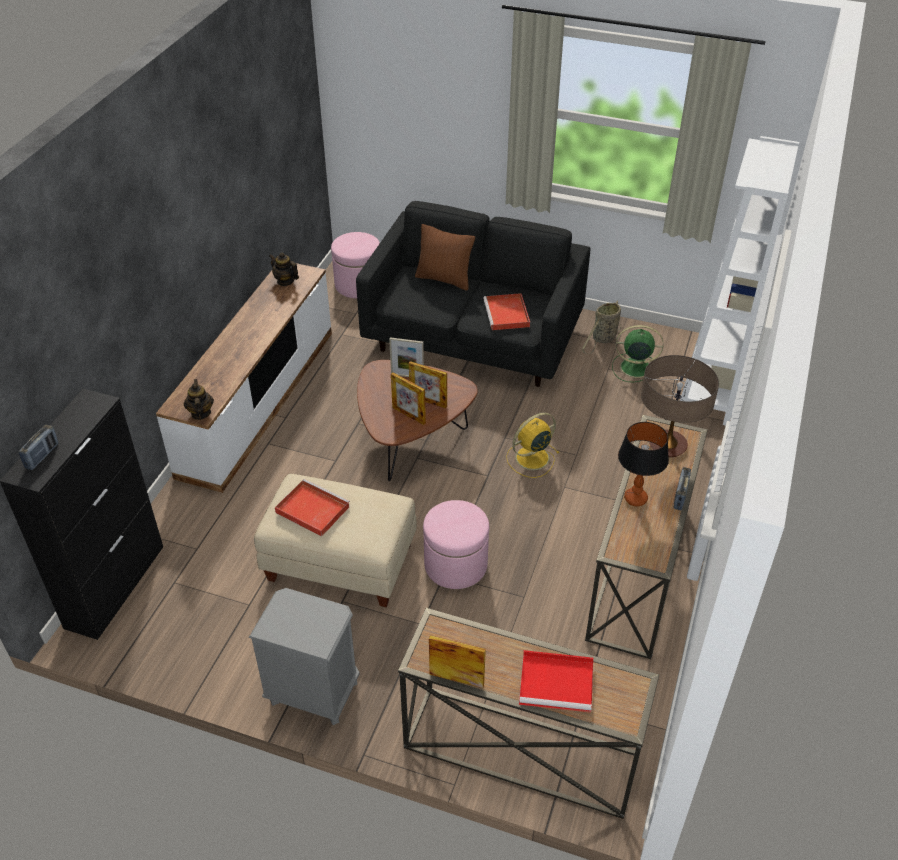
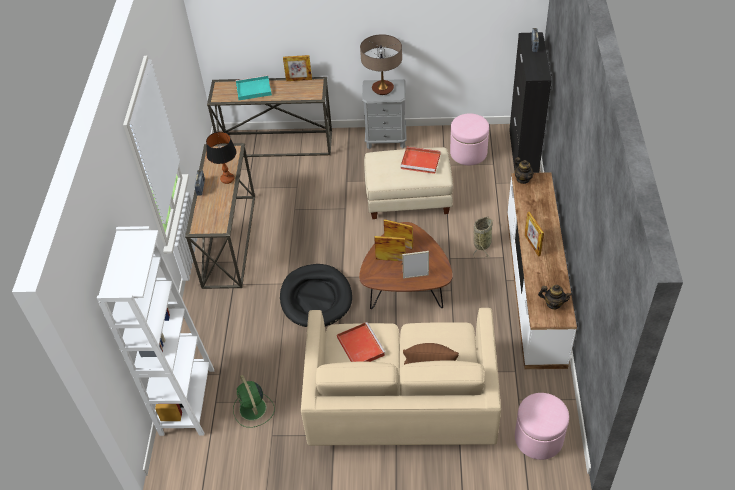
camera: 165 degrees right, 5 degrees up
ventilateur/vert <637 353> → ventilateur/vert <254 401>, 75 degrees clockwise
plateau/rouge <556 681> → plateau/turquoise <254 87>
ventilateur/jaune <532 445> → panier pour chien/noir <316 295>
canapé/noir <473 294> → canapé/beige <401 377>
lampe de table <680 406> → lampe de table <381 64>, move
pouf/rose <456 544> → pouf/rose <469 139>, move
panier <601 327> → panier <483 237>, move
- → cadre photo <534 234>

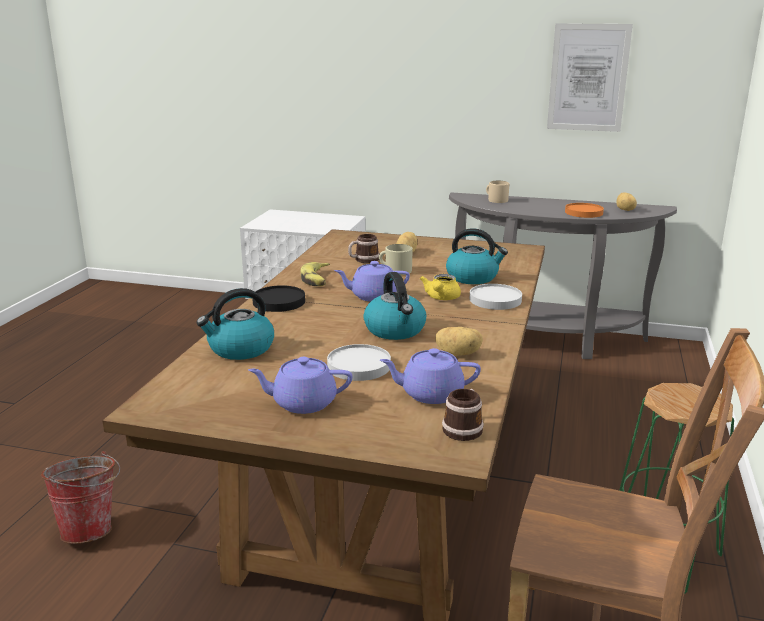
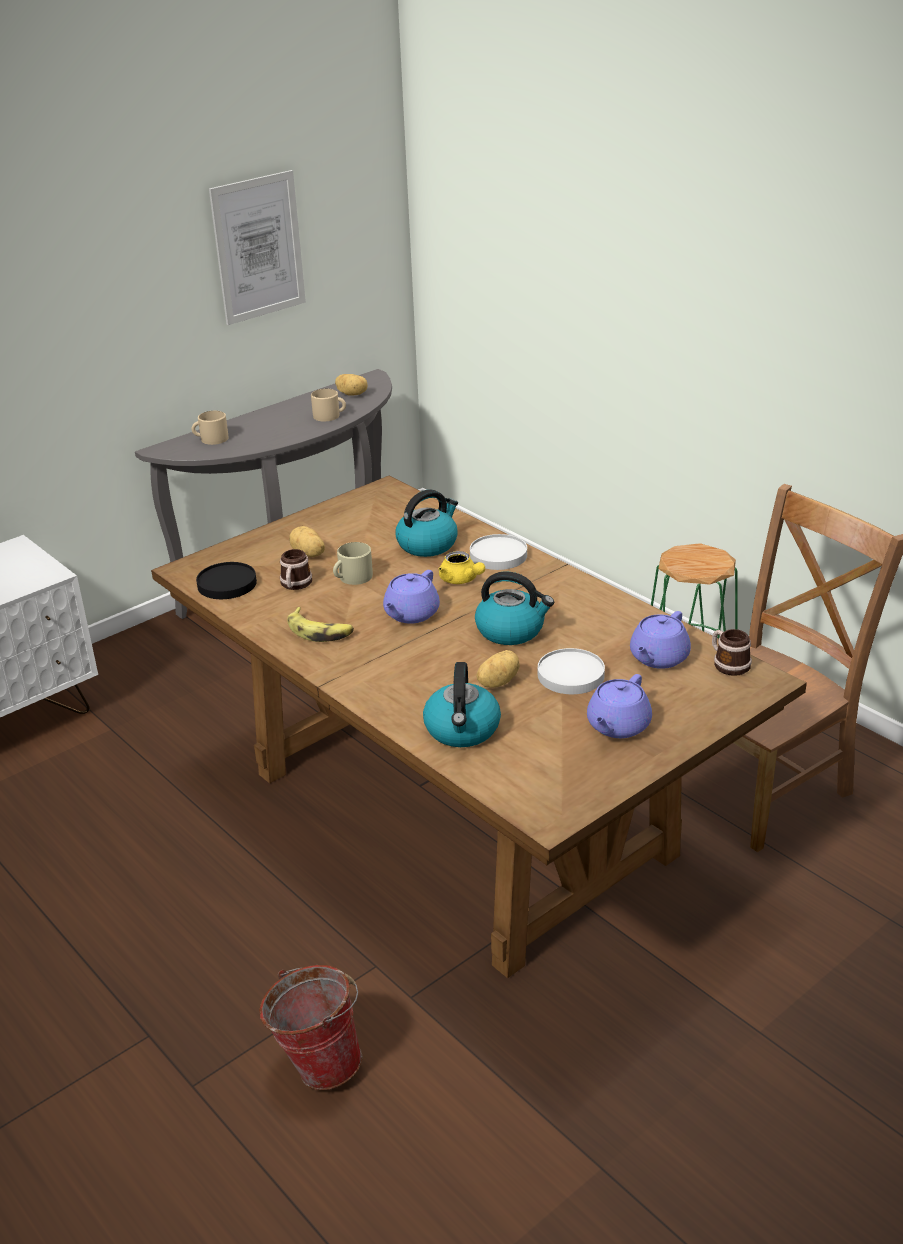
camera: 55 degrees left, 10 degrees up
assiette/noir <279 298> → assiette/noir <226 580>, move
assiette/orange <584 210> → mug/beige <328 405>
pomme de terre <459 341> → pomme de terre <498 669>, move

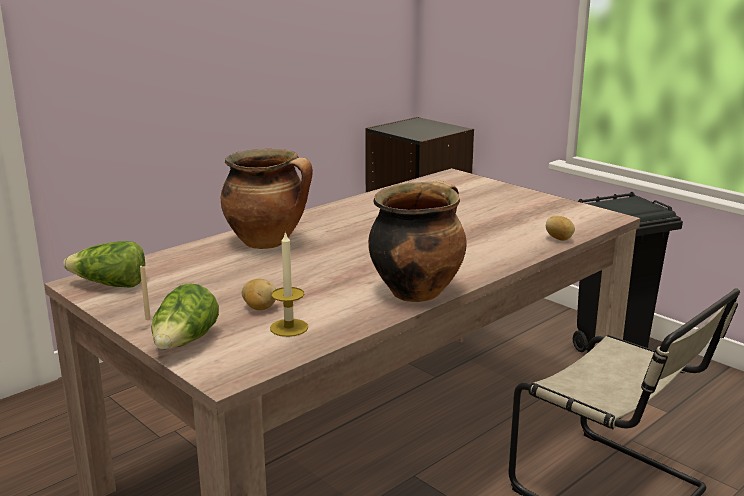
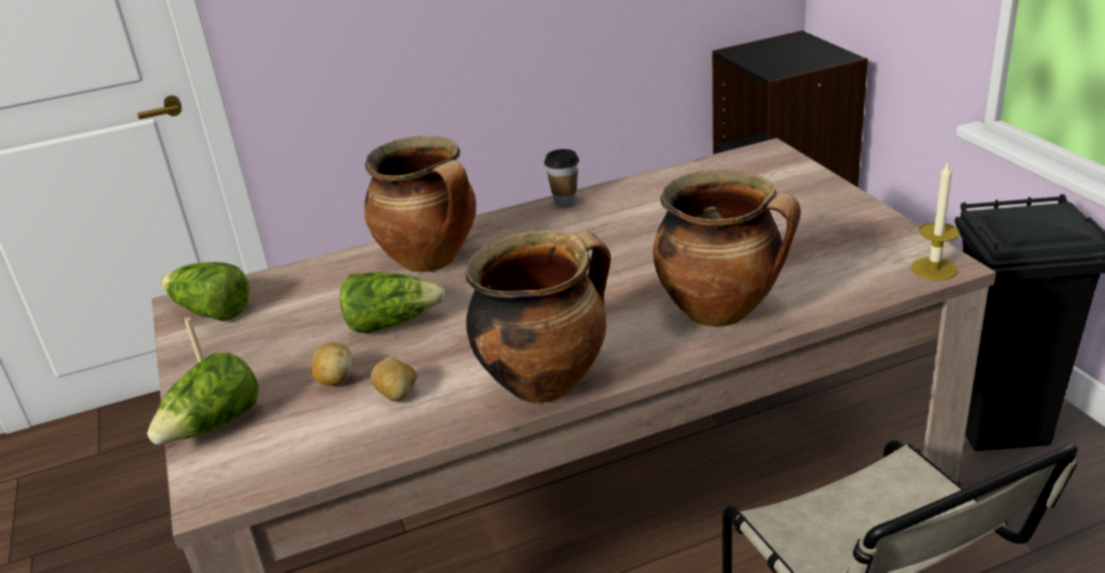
camera: 25 degrees right, 10 degrees up
- → laitue <392 302>
pomme de terre <560 228> → pomme de terre <394 379>, move
- → tasse <561 178>
- → marmite <727 248>
bougie <289 284> → bougie <935 221>, move

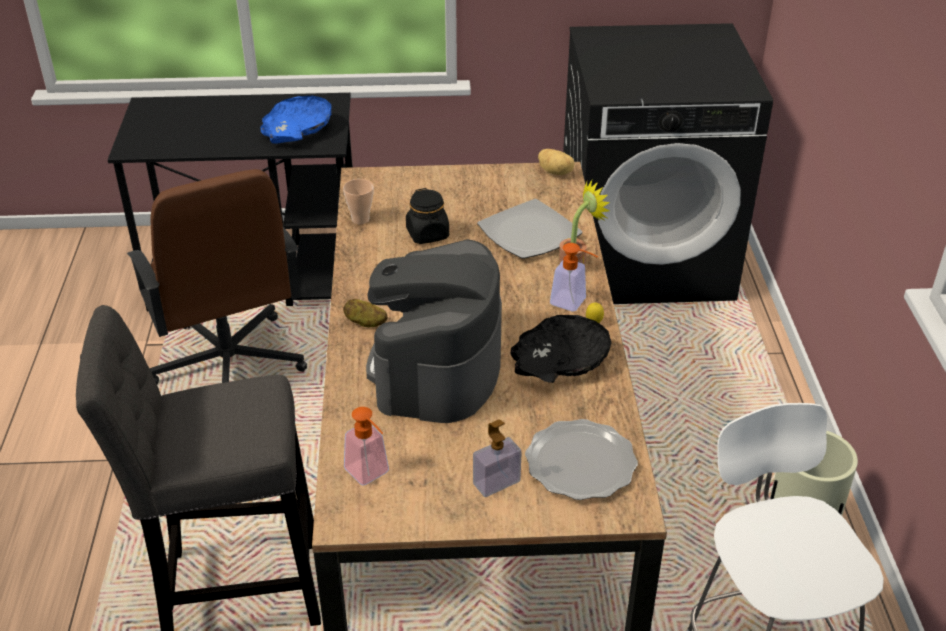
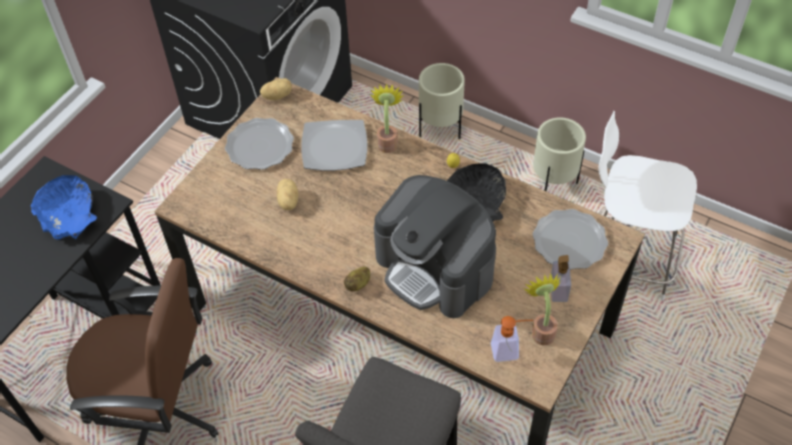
camera: 55 degrees left, 15 degrees up
- → assiette <259 144>
bocal/noir <427 216> → pomme de terre <288 194>
- → cache-pot/beige <442 101>
- → plante en pot <542 309>
tasse <358 201> → -
distributeur de savon <574 277> → -

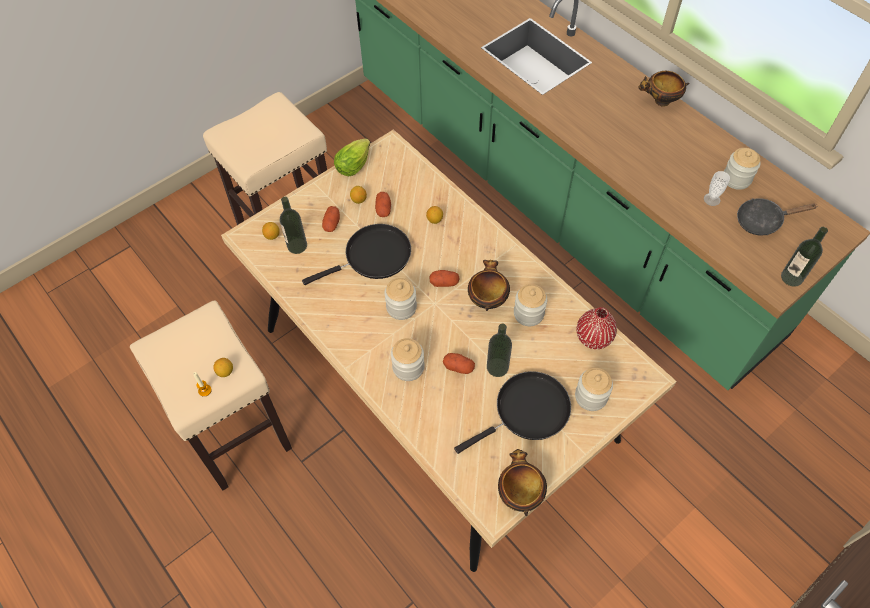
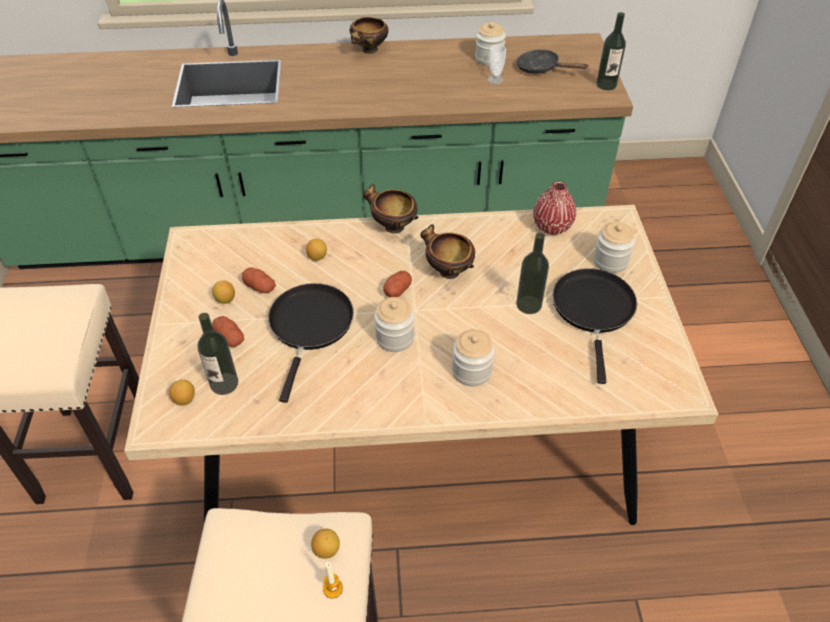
camera: 55 degrees left, 10 degrees down
bol <522 482> → bol <391 209>, move
poêle/noir <776 217> → poêle/noir <552 62>, 90 degrees clockwise
laitue <352 157> → -
pomme de terre <459 363> → -
bocal <530 305> → -

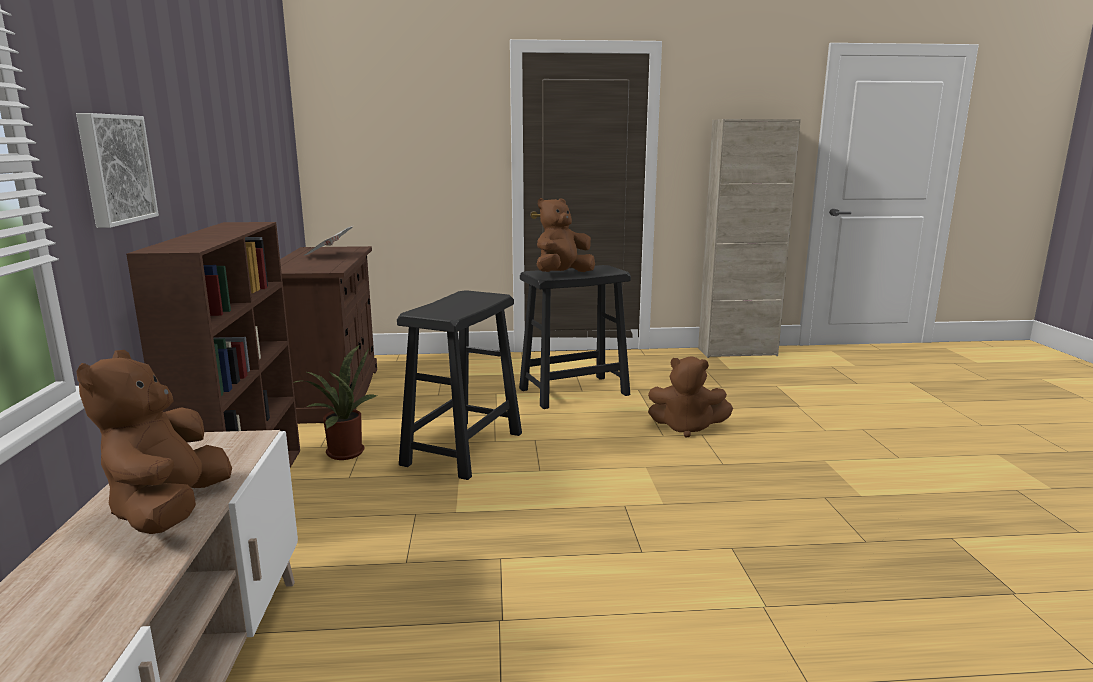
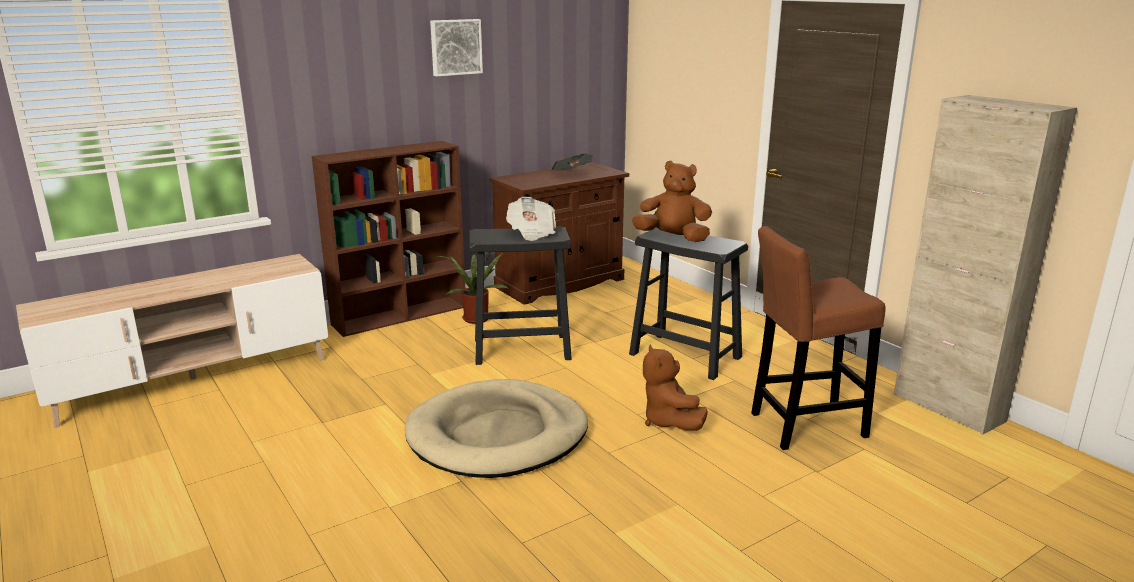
camera: 60 degrees right, 5 degrees up
- → panier pour chien/beige <496 428>
tableau <117 170> → tableau <456 48>, move
- → journal <531 219>
- → tabouret/marron <818 338>
peluche/marron <154 442> → -

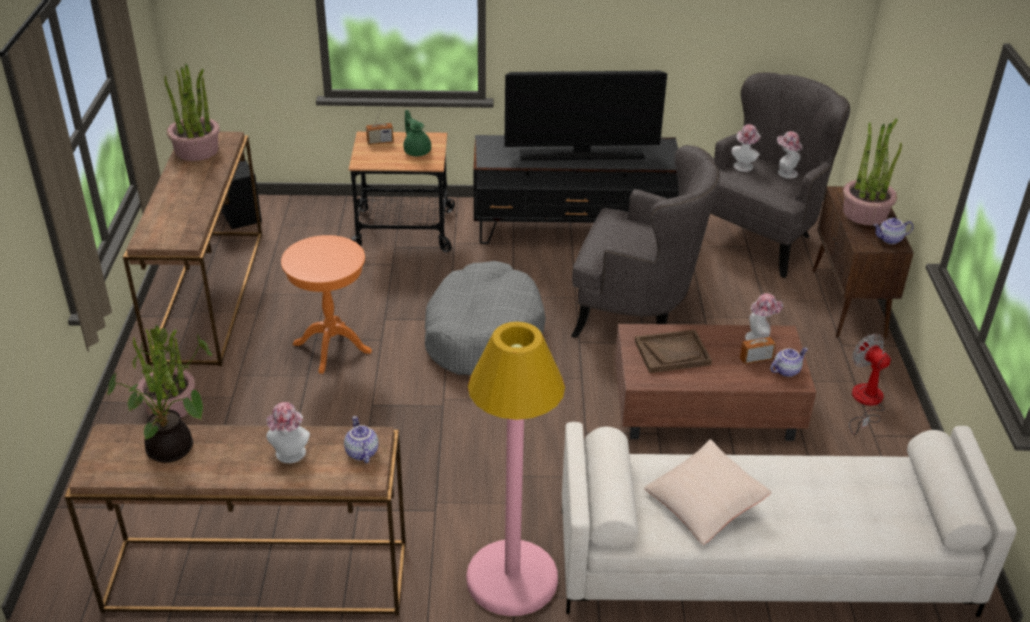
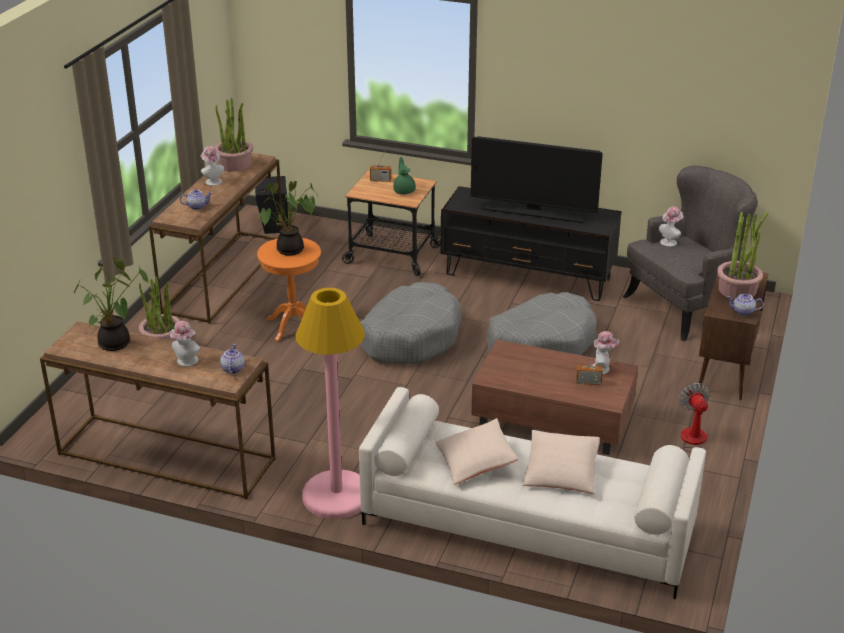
camera: 20 degrees right, 5 degrees down
théière <789 362> → théière <196 199>, move
chapeau <789 154> → chapeau <212 166>, move
- → plante en pot <288 218>
fauteuil/gris <645 241> → panier pour chien/gris <542 323>
- → coussin/beige <561 462>
plateau/marron <673 351> → -

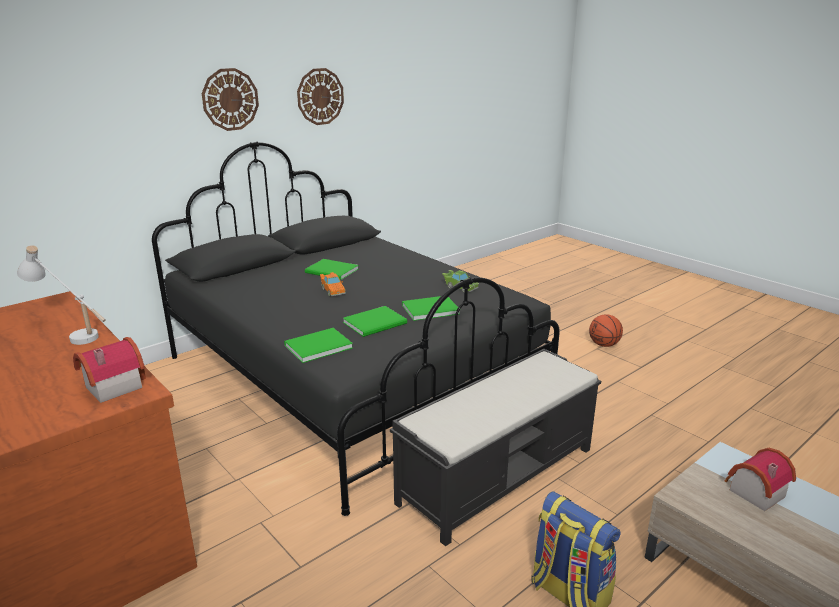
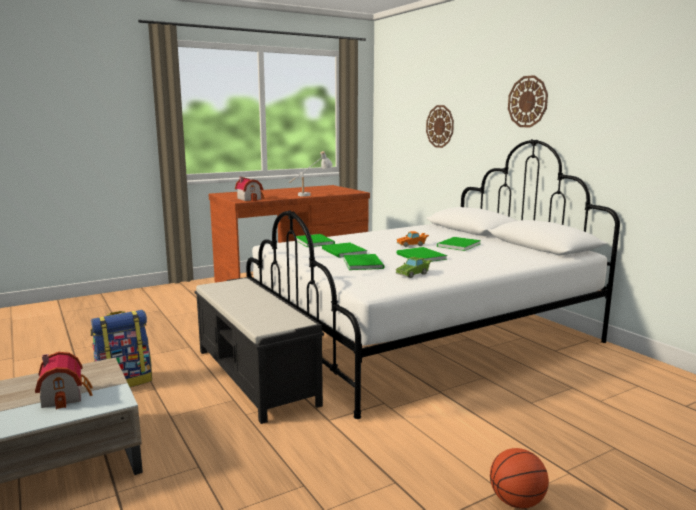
camera: 100 degrees right, 10 degrees down
lit/noir <356 329> → lit/blanc <433 279>
- → livre/vert <421 254>
horloge murale <320 96> → horloge murale <440 126>, move

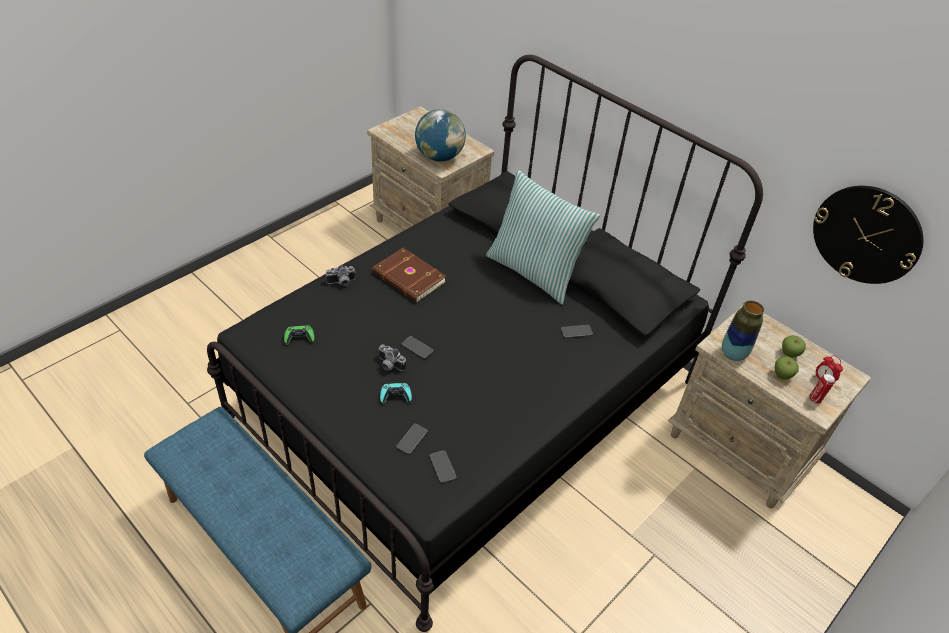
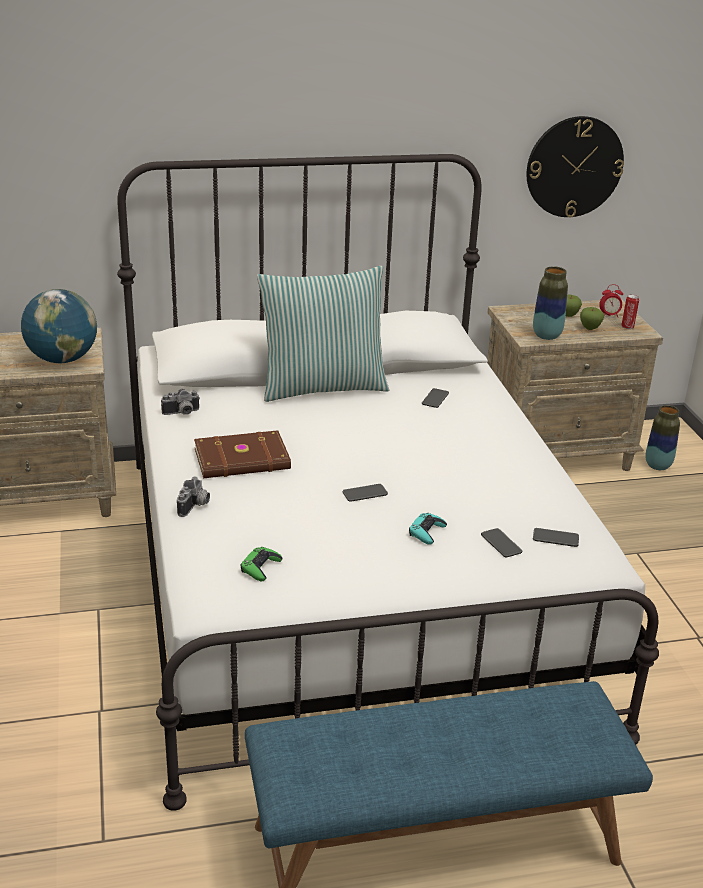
camera: 55 degrees left, 15 degrees down
lit/noir <485 343> → lit/blanc <388 482>
appareil photo <392 357> → appareil photo <180 402>, move
- → vase <662 437>

